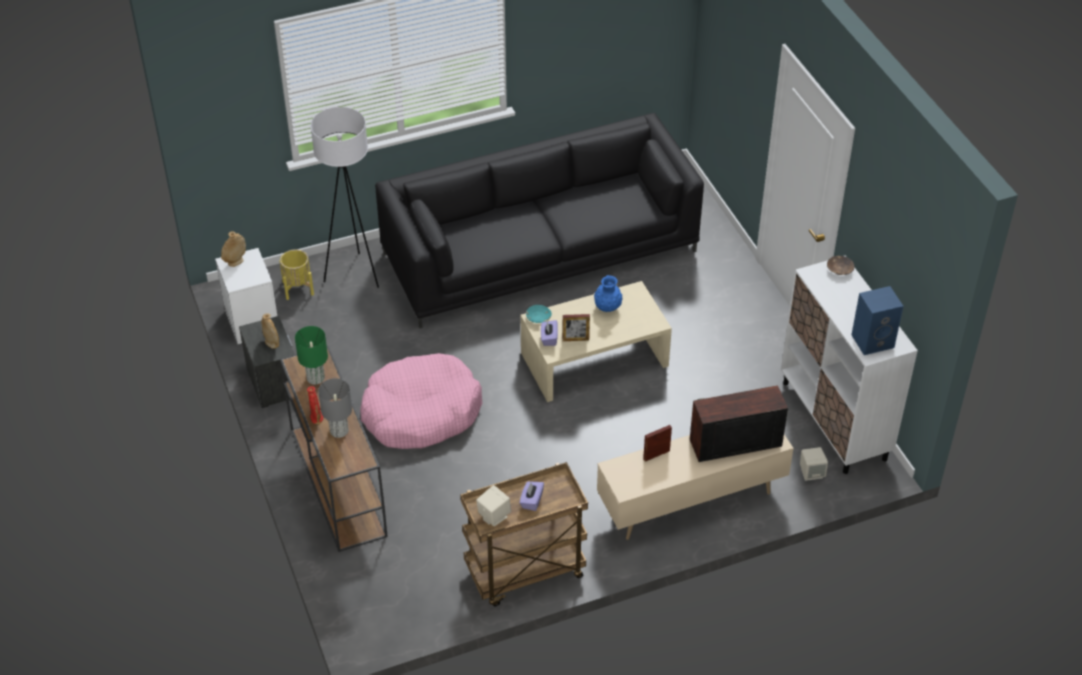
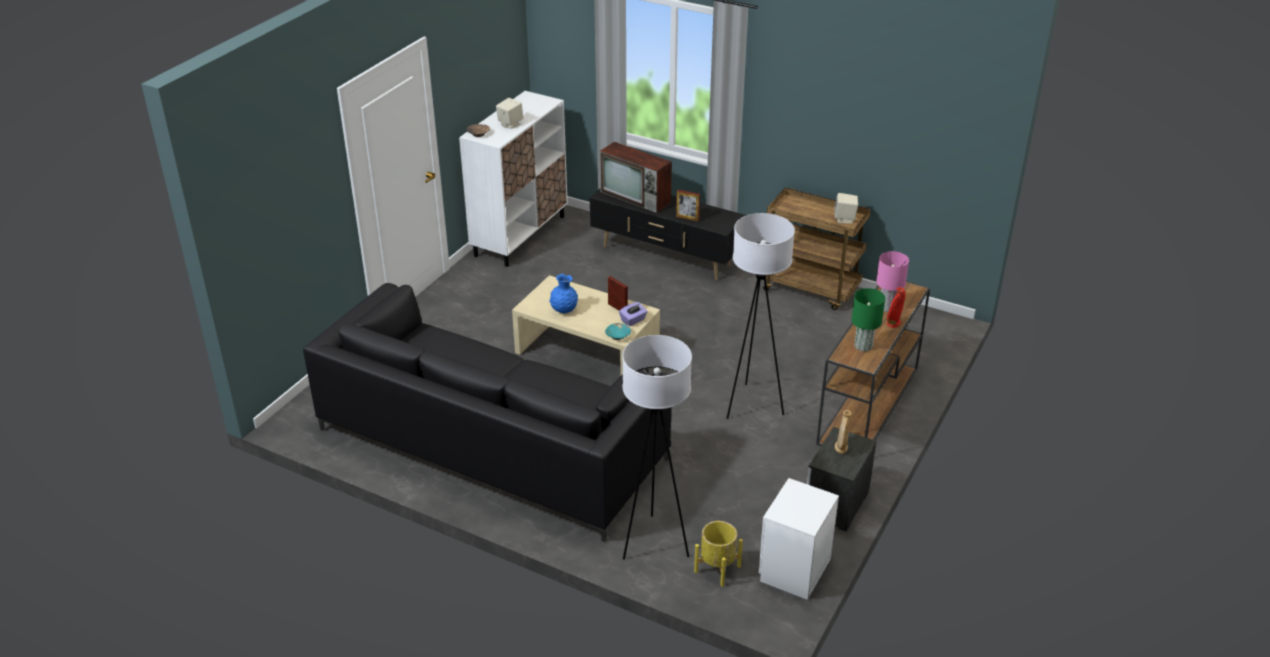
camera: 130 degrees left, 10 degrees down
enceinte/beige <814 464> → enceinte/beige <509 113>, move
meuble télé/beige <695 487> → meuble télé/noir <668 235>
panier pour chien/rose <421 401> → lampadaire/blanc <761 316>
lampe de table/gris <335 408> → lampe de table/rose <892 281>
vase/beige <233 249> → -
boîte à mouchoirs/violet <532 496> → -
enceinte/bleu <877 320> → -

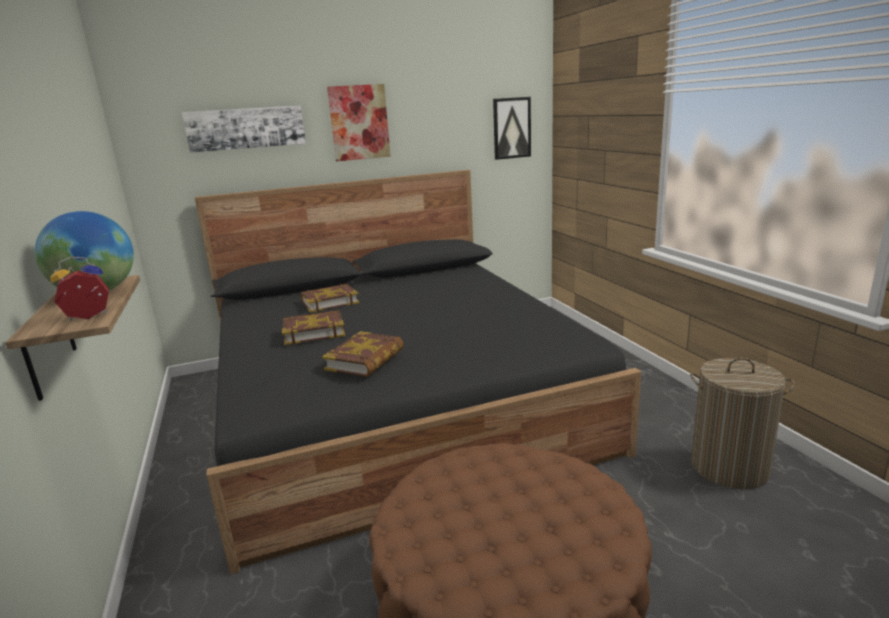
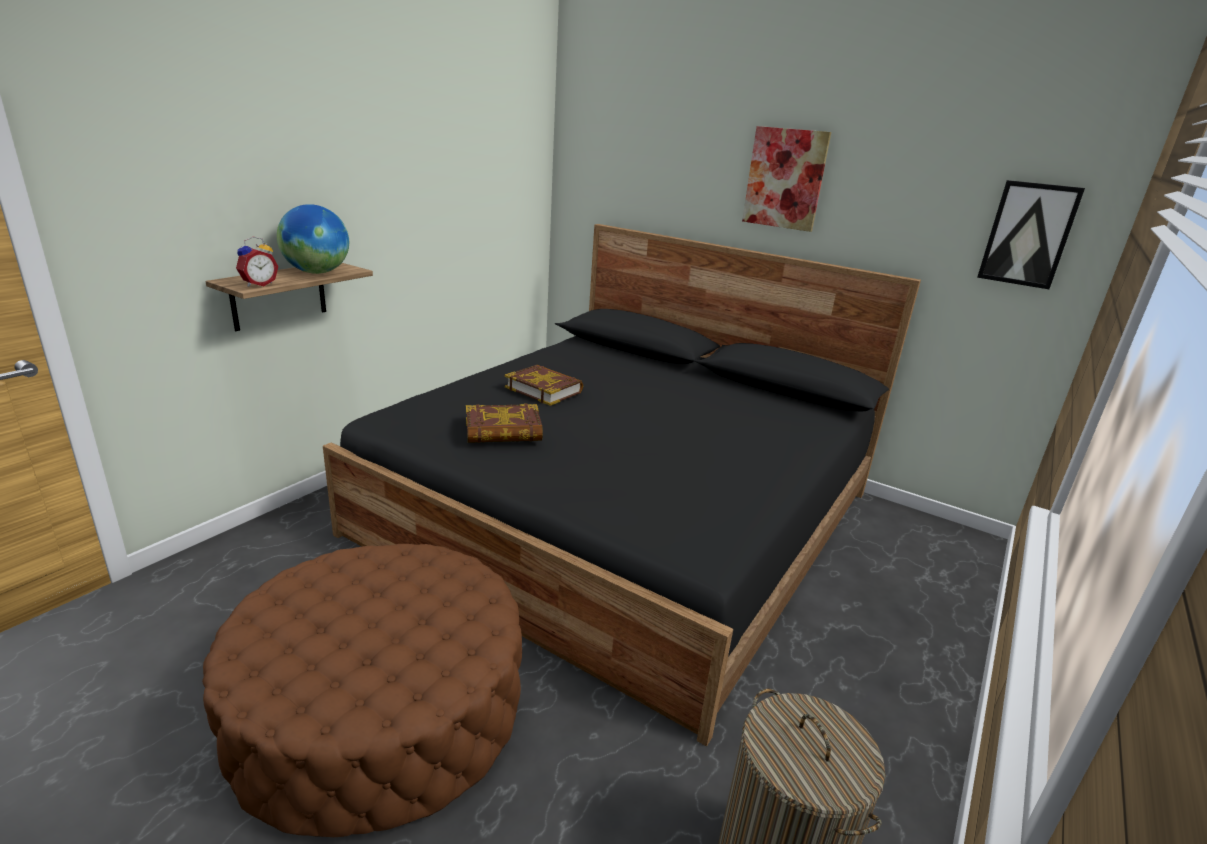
camera: 50 degrees right, 5 degrees up
réveil <79 288> → réveil <257 262>, 105 degrees clockwise
tableau <244 129> → -
livre <330 298> → -

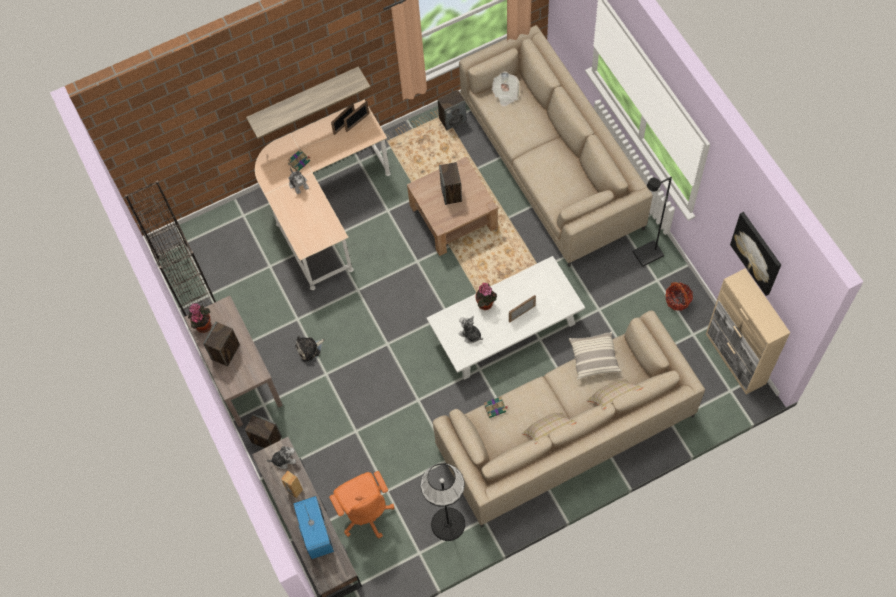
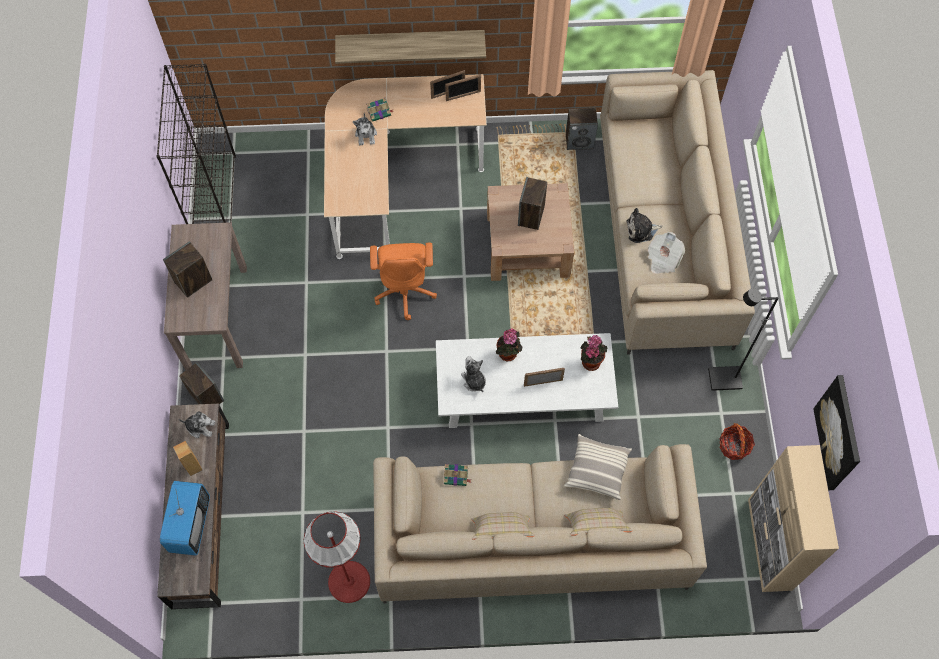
camera: 20 degrees right, 0 degrees up
lampadaire/noir <442 502> → lampadaire/rouge <337 557>
chaise de bureau/orange <361 504> → chaise de bureau/orange <403 281>, move
plante en pot <199 318> → plante en pot <593 353>, move
peluche <310 349> → peluche <644 225>, move
journal <506 89> → journal <666 253>, move

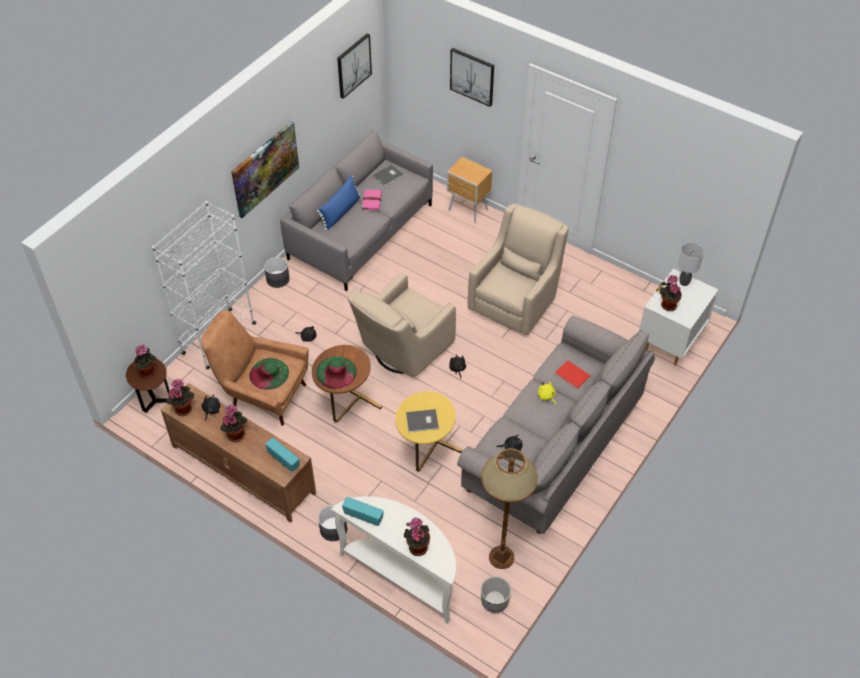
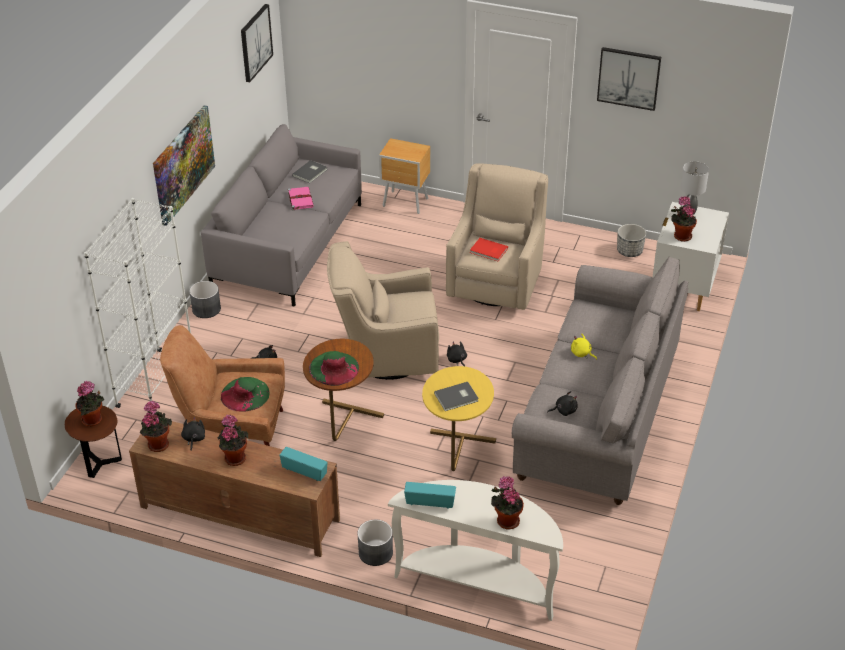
camera: 15 degrees left, 10 degrees down
fauteuil/beige <402 324> → fauteuil/beige <383 310>, 60 degrees clockwise
livre/rouge <572 374> → livre/rouge <489 249>, move
tableau <472 77> → tableau <629 79>, move
cache-pot <496 594> → cache-pot <631 240>, move
coussin/bleu <338 202> → -
lampadaire/marron <509 508> → -

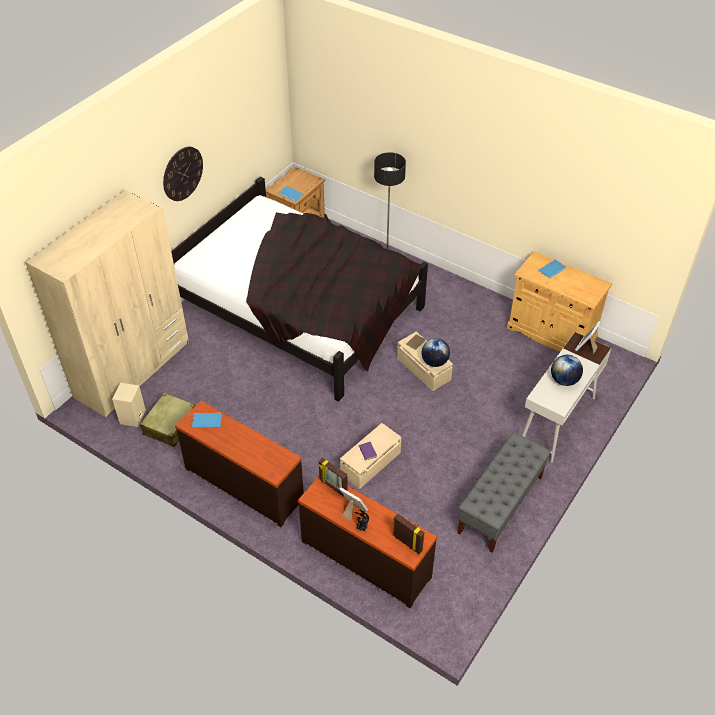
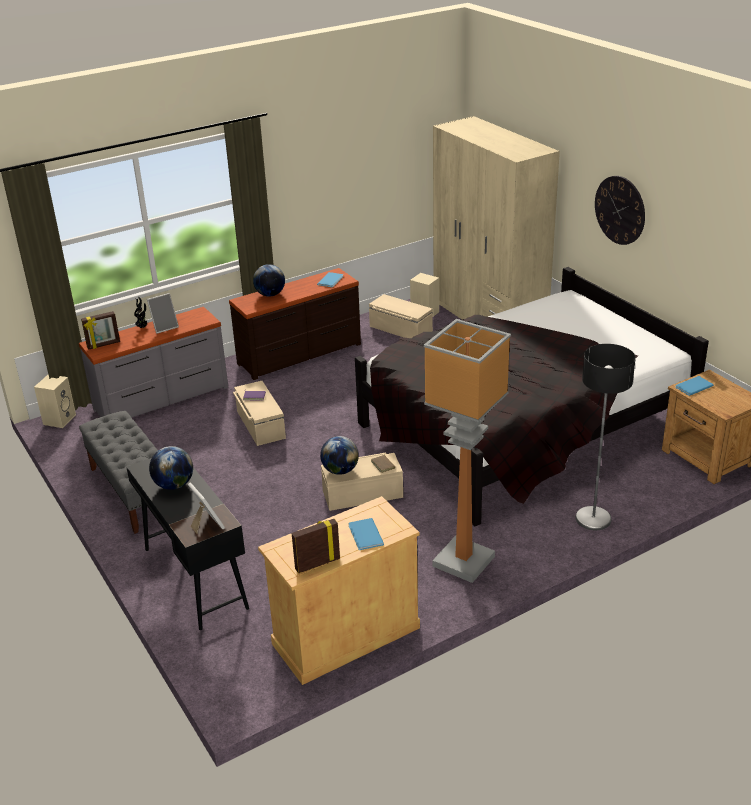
camera: 115 degrees right, 15 degrees down
- → enceinte/beige <55 401>
commode/marron <367 542> → commode/gris <153 362>
bureau/blanc <566 397> → bureau/noir <187 544>
- → globe <269 280>
cadre photo <333 477> → cadre photo <316 546>, move
valise/beige <167 420> → boîte de rangement/beige <401 316>
- → lampadaire <467 451>

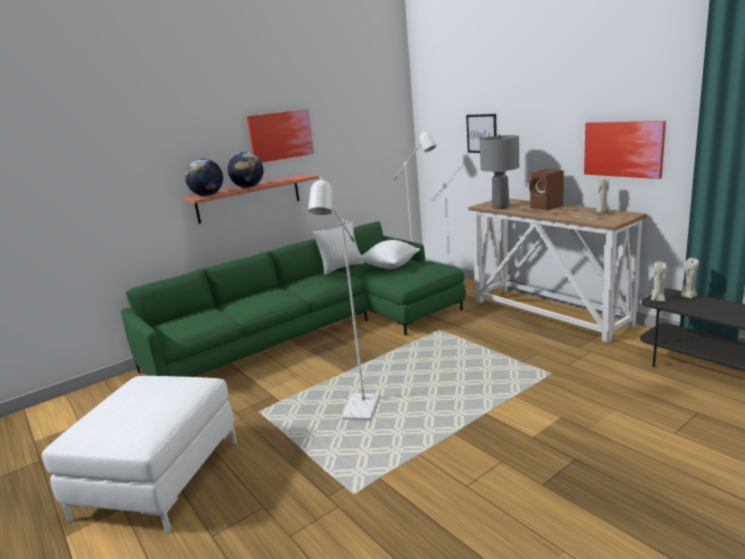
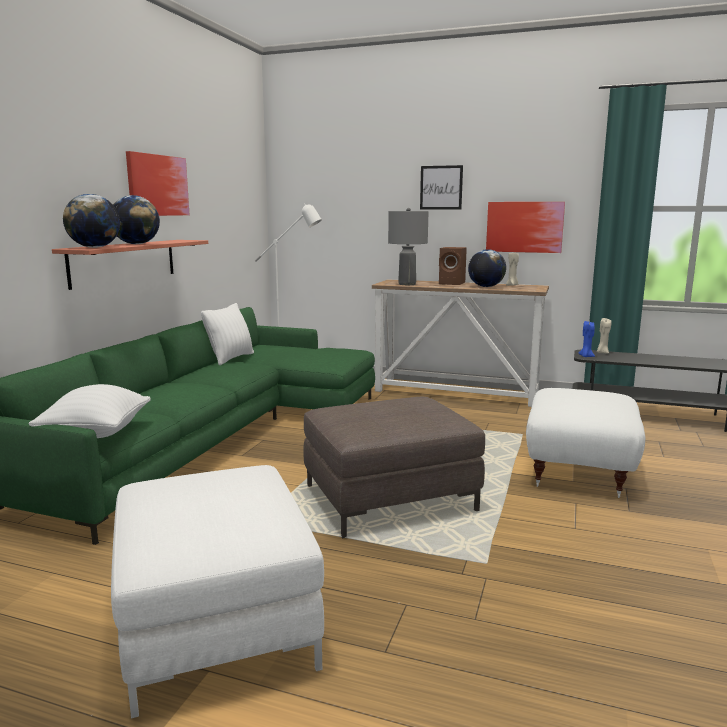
camera: 35 degrees left, 5 degrees down
coussin/blanc <388 254> → coussin/blanc <89 411>, move
lampadaire/blanc <344 299> → pouf/marron <394 467>
tableau <481 133> → tableau <441 187>, move
- → globe <487 268>
- → pouf/blanc <585 443>
bougie/beige <659 281> → bougie/bleu <586 339>

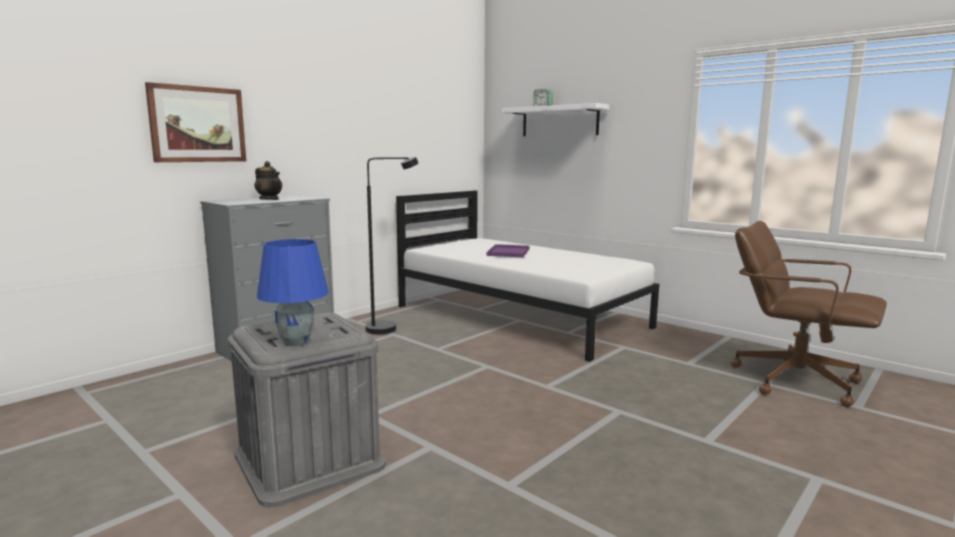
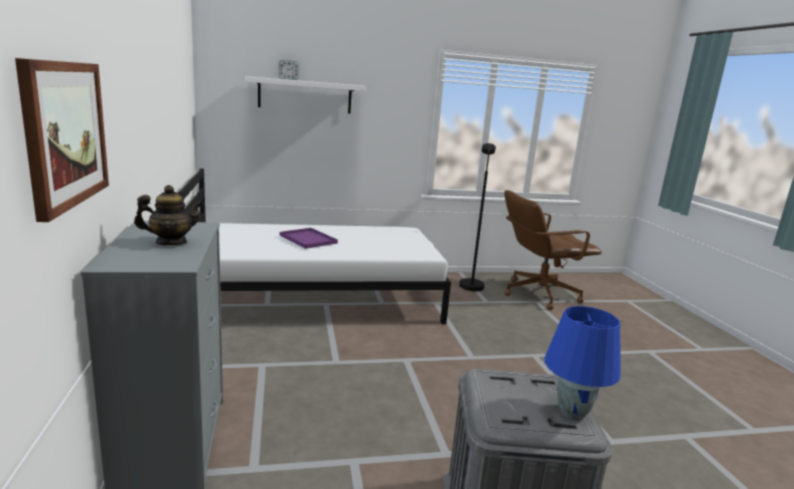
camera: 55 degrees left, 5 degrees up
lampadaire/noir <391 246> → lampadaire/noir <477 217>, move

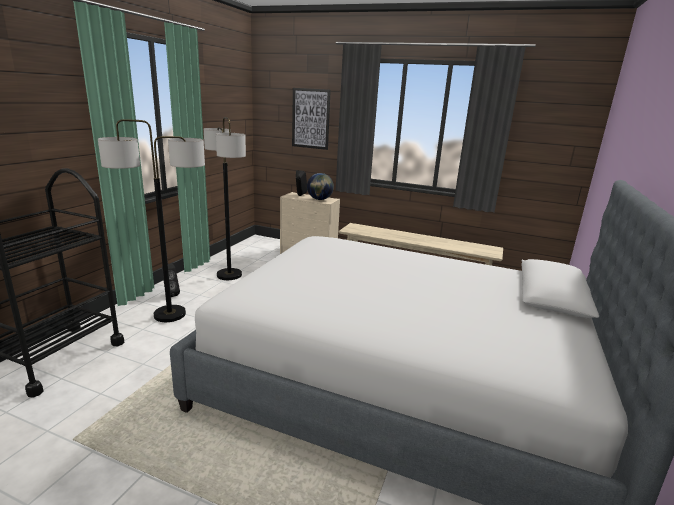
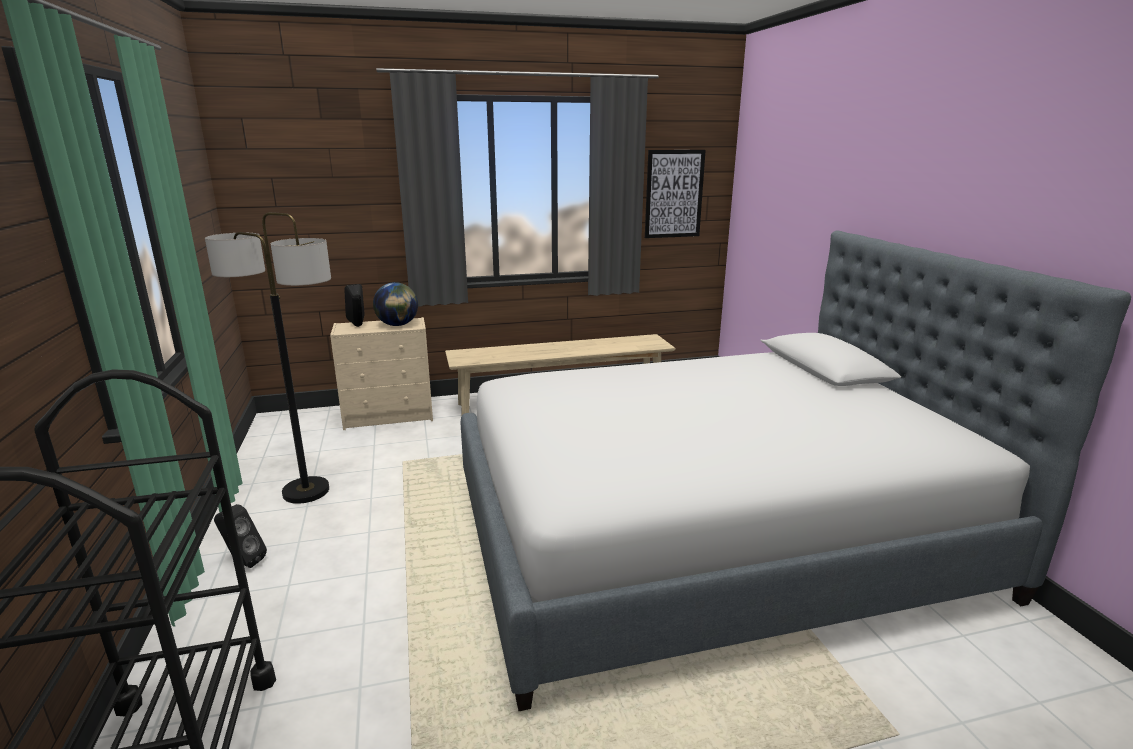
camera: 35 degrees left, 0 degrees up
tableau <311 119> → tableau <675 194>, move
lampadaire <151 220> → -

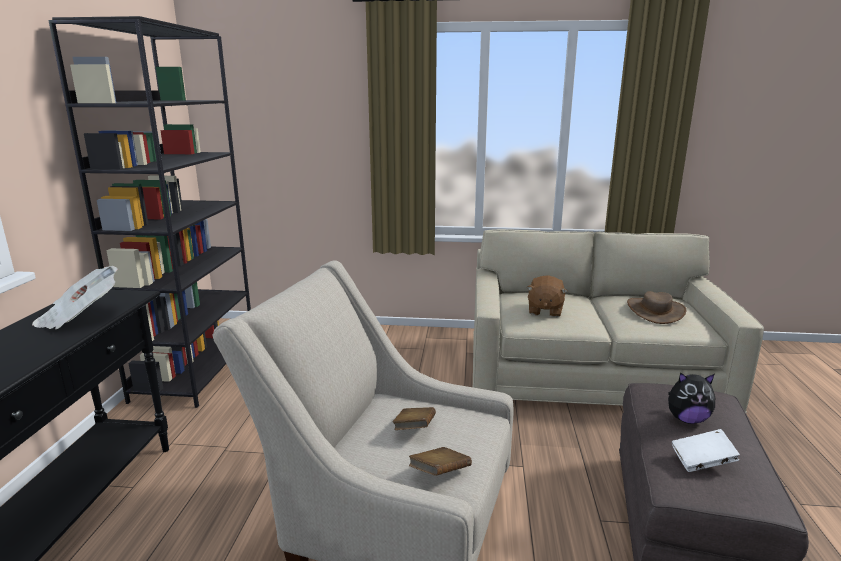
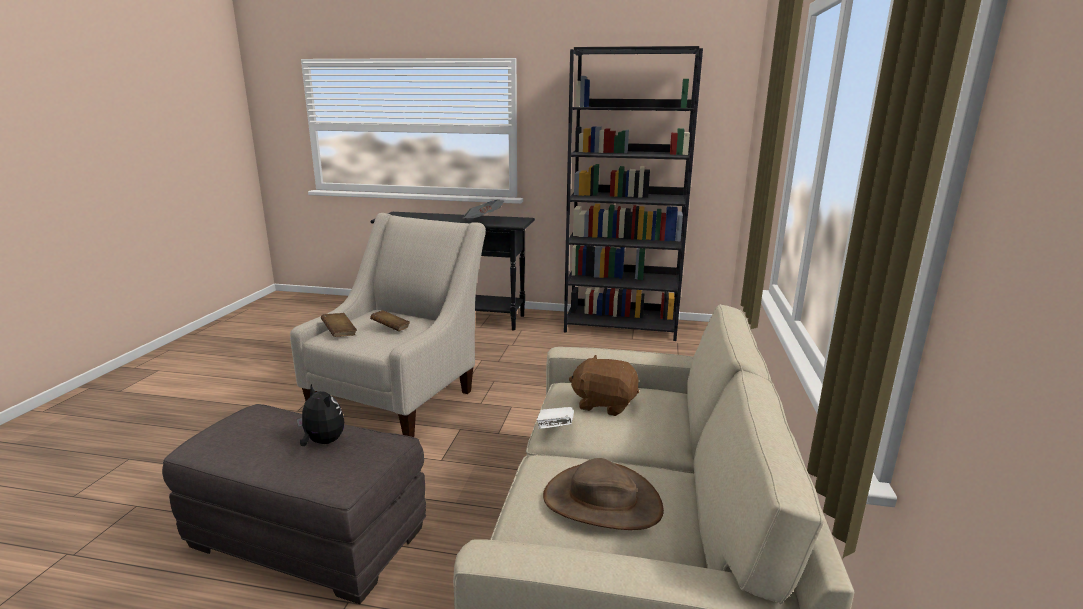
camera: 95 degrees right, 0 degrees up
peluche <691 398> → peluche <320 415>, 120 degrees clockwise
livre/blanc <706 450> → livre/blanc <555 418>, move

